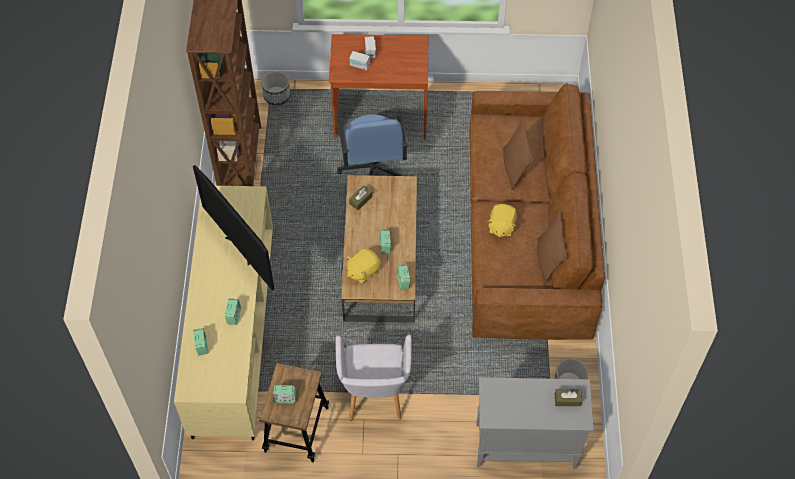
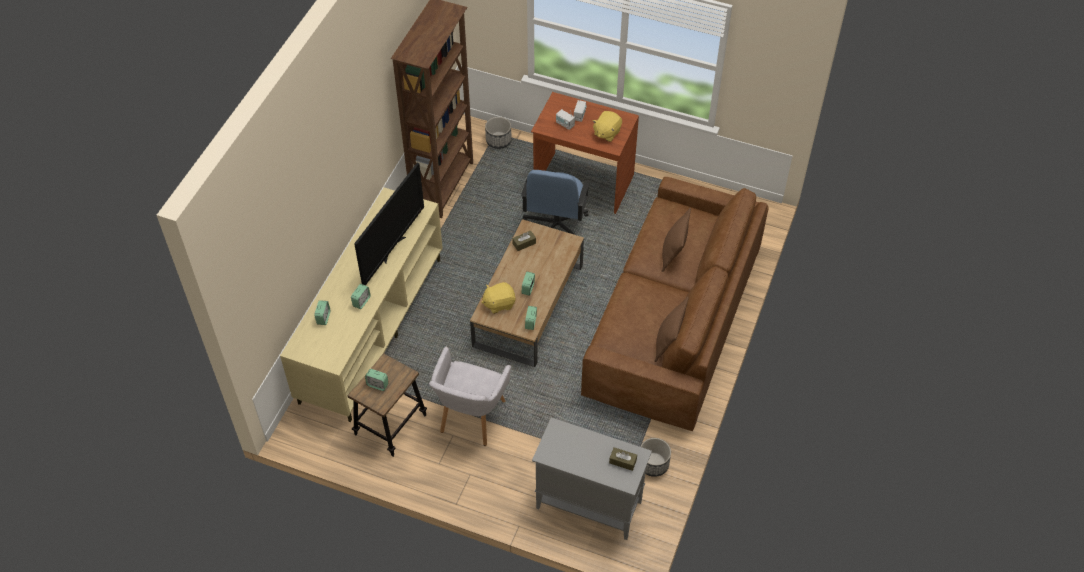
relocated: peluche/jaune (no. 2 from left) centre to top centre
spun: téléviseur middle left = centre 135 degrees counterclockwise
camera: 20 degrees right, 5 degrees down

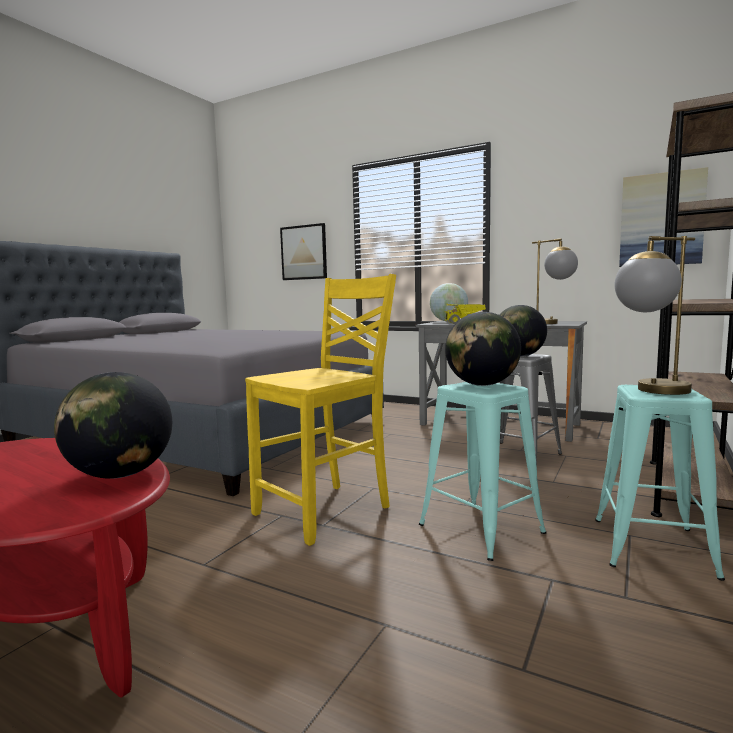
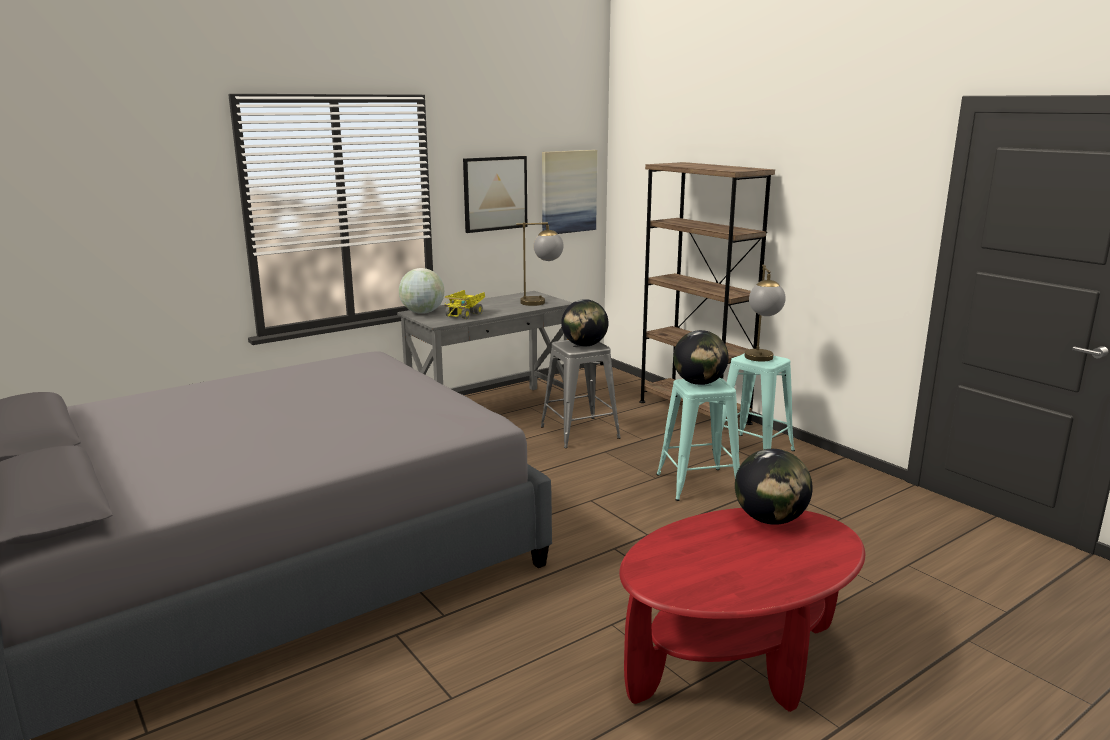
missing: chaise/jaune centre
relocated: tableau (no. 1 from left) centre to top centre
camera: 65 degrees left, 10 degrees up

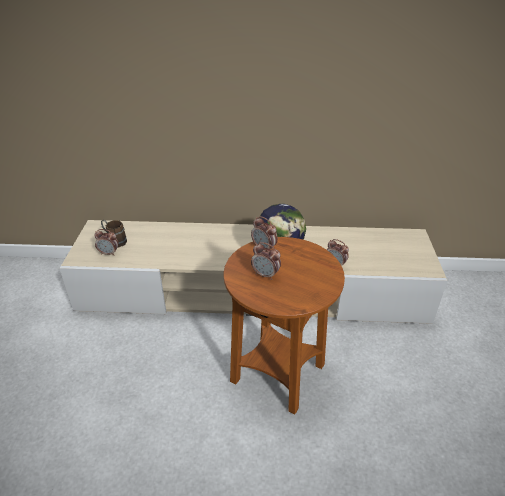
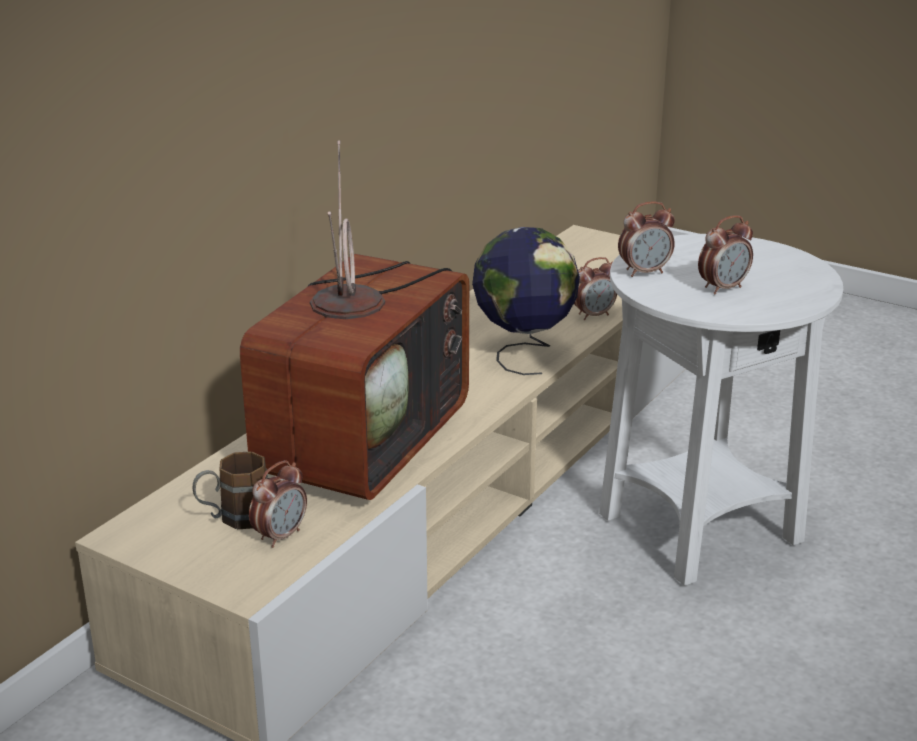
appeared: téléviseur centre
colour: table d'appoint/marron centre to table d'appoint/blanc middle right
camera: 60 degrees left, 10 degrees down

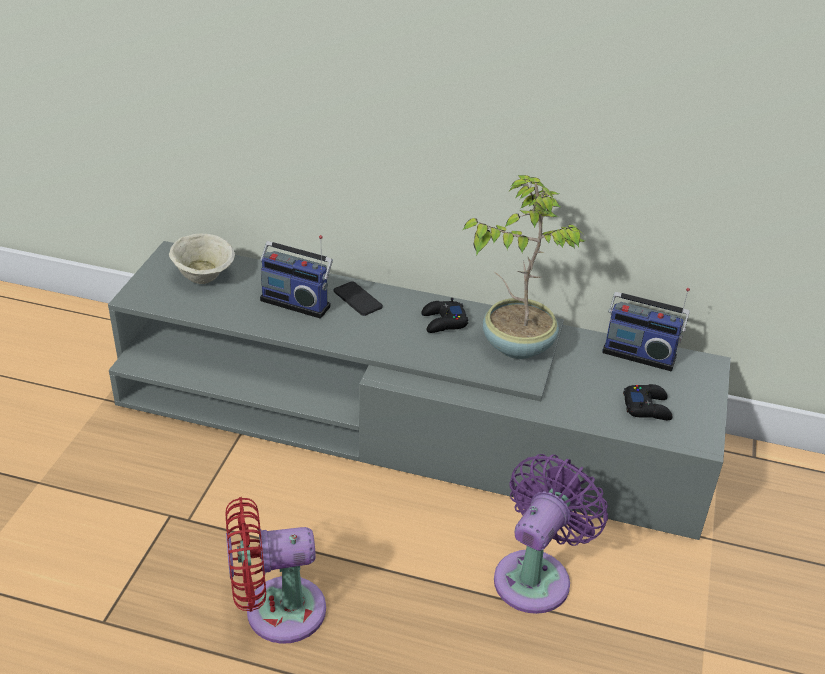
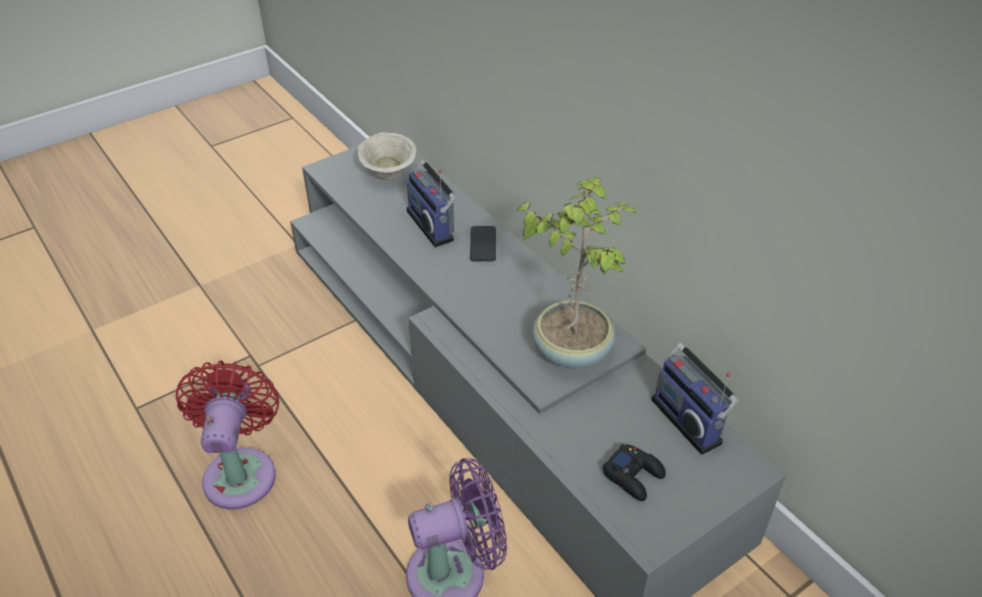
missing: manette/noir (no. 1 from left) centre
spun: ventilateur/rouge bottom centre = bottom left 60 degrees clockwise
camera: 40 degrees right, 5 degrees up

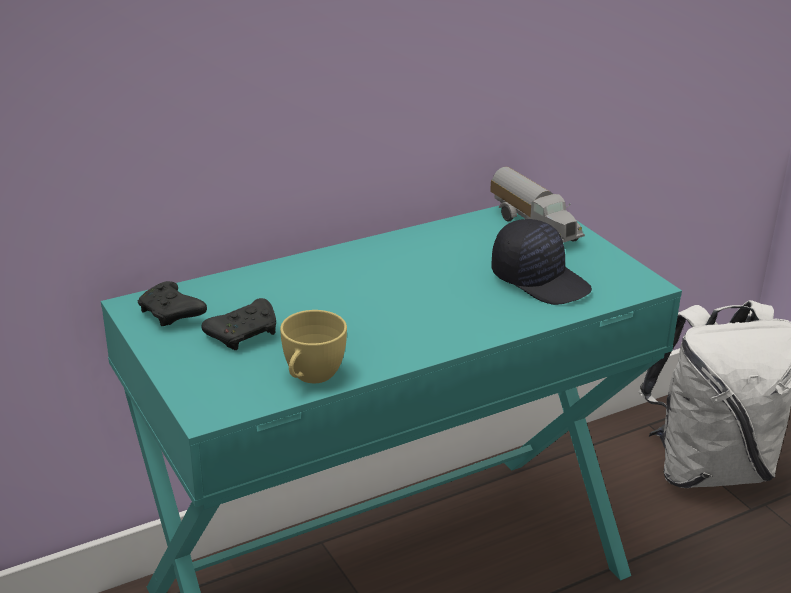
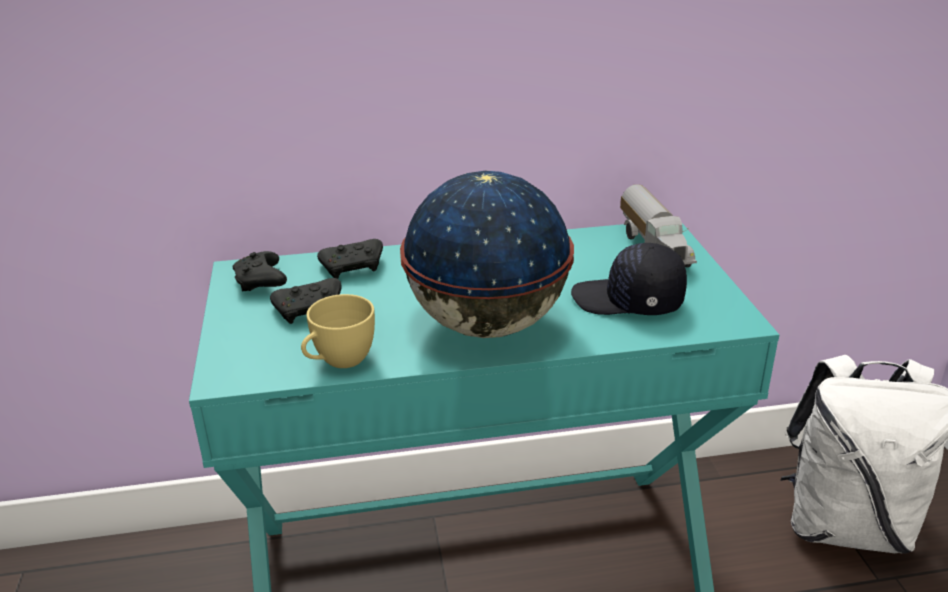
appeared: manette/noir (no. 3 from left) centre; globe centre
spun: casquette/noir middle right = centre 135 degrees clockwise
camera: 20 degrees right, 0 degrees up

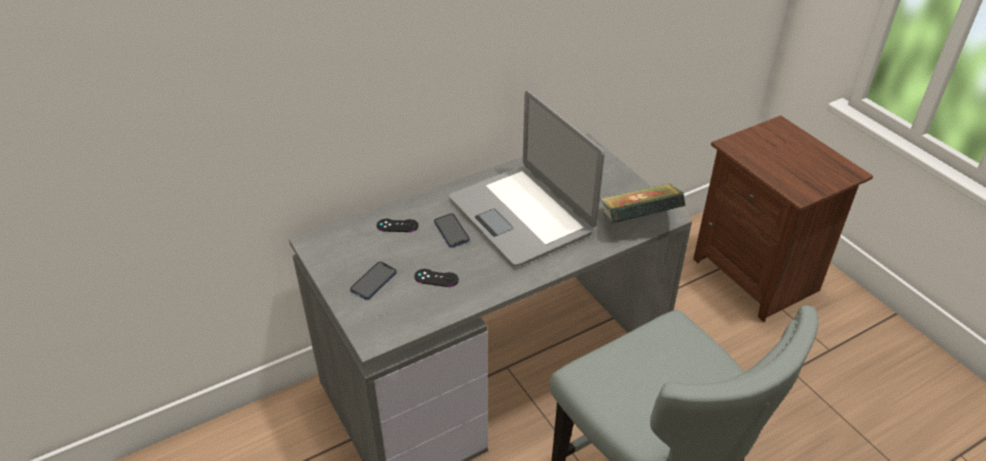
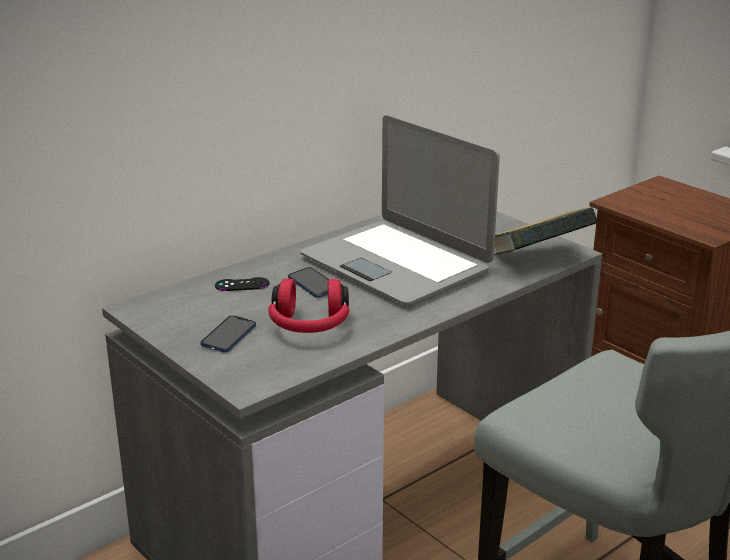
exchanged: manette/noir (no. 2 from left) centre to casque audio/rouge centre
camera: 10 degrees left, 15 degrees down

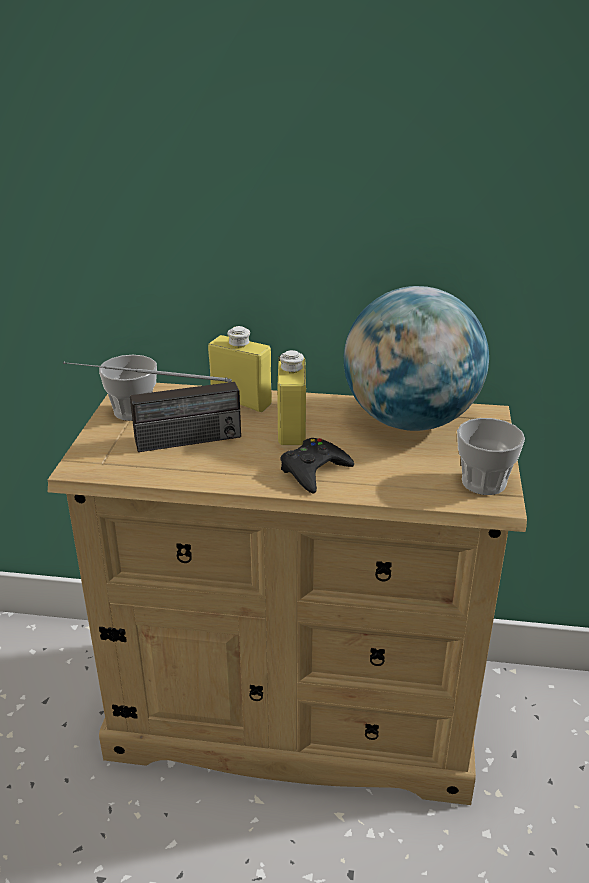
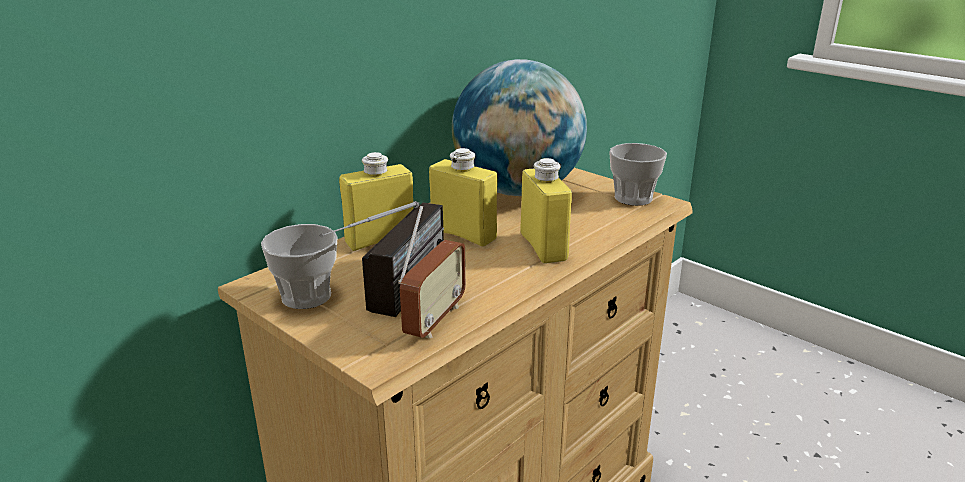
appeared: radio (no. 2 from left) centre
exchanged: manette/noir centre to bouteille/jaune (no. 3 from left) centre
camera: 55 degrees left, 5 degrees down

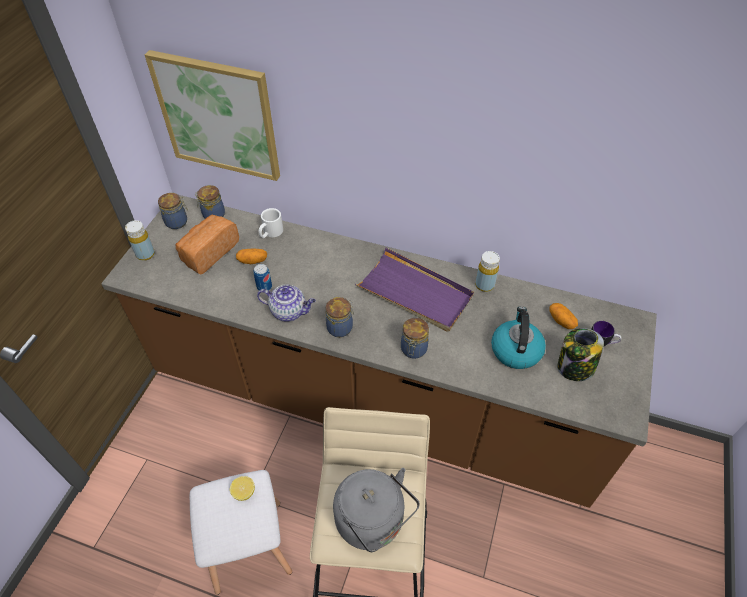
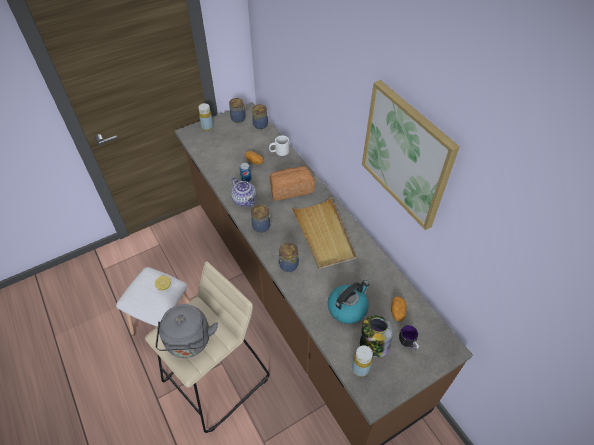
relocated: tableau top left to middle right; pain middle left to centre; bouteille/jaune (no. 2 from left) centre to bottom centre
colour: plateau/violet centre to plateau/beige centre
camera: 40 degrees right, 0 degrees up

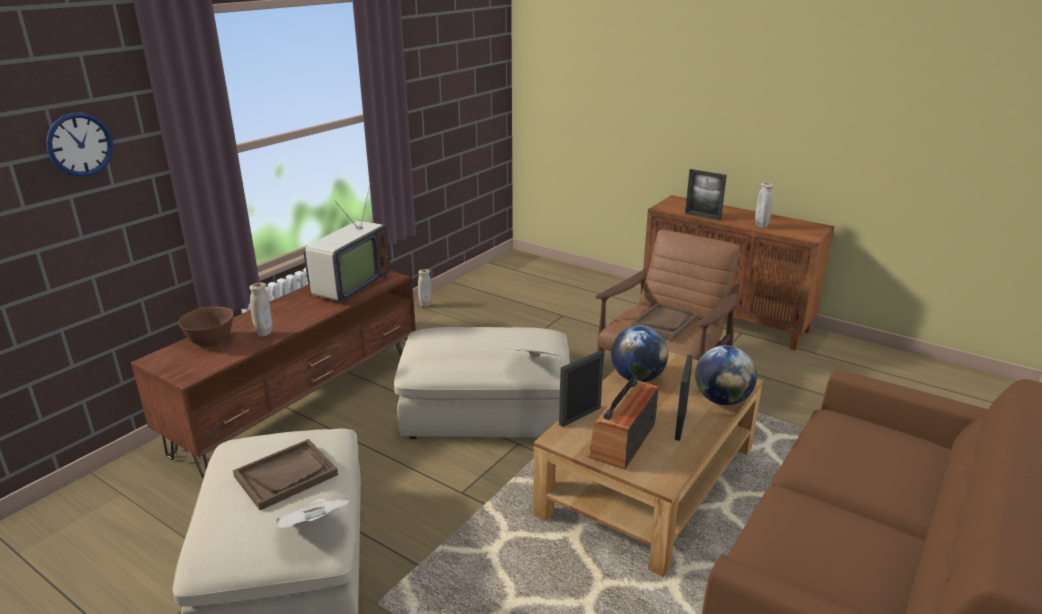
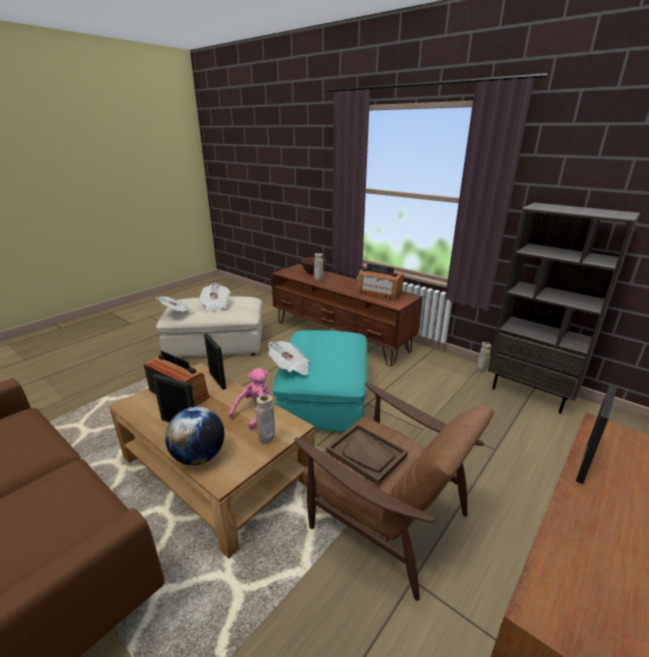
missing: horloge murale top left
appeared: bibliothèque/marron middle right
relocated: vase/beige (no. 3 from left in the first image) middle right to vase/beige (no. 1 from left) centre
exchanged: plateau/marron (no. 1 from left) bottom left to journal (no. 2 from left) middle left; téléviseur middle left to radio (no. 2 from left) centre; globe (no. 1 from left) centre to peluche/rose centre
colour: pouf/beige (no. 2 from left) centre to pouf/turquoise centre
camera: 95 degrees right, 0 degrees up

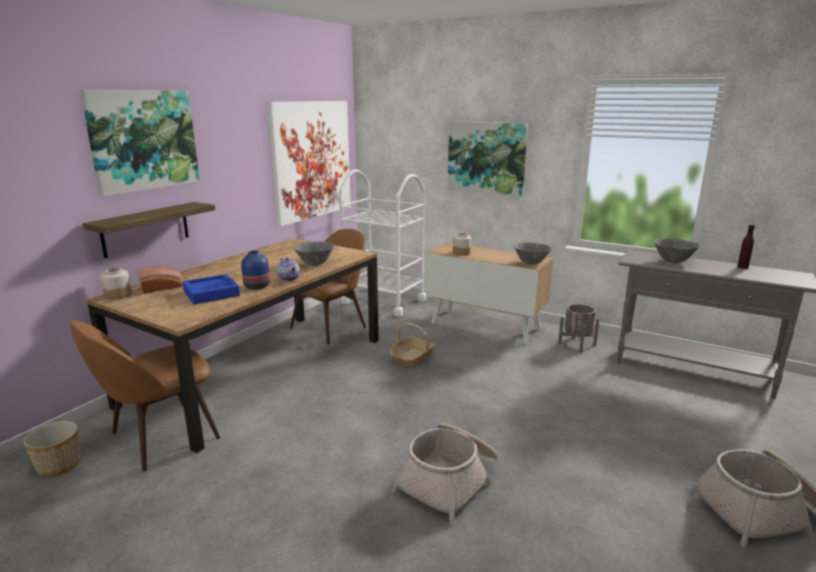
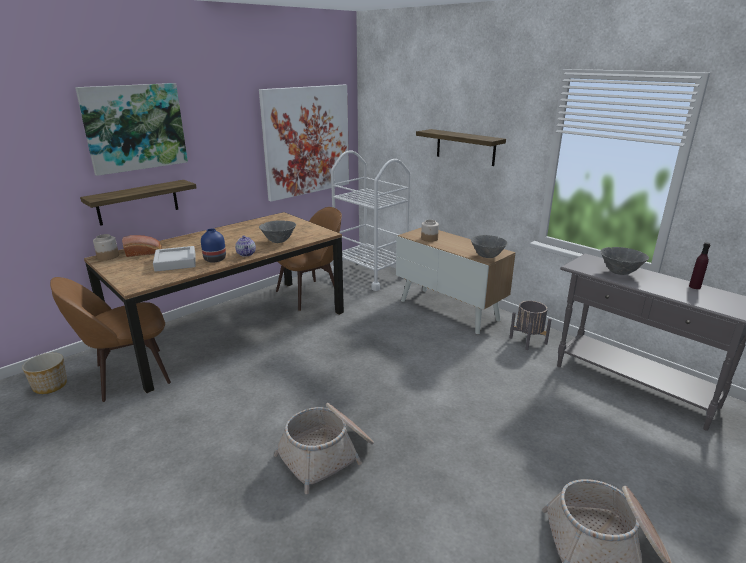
missing: panier (no. 1 from left) centre
exchanged: tableau (no. 3 from left) top centre to étagère (no. 2 from left) top centre
colour: plateau/bleu middle left to plateau/gris middle left
camera: 15 degrees right, 5 degrees up

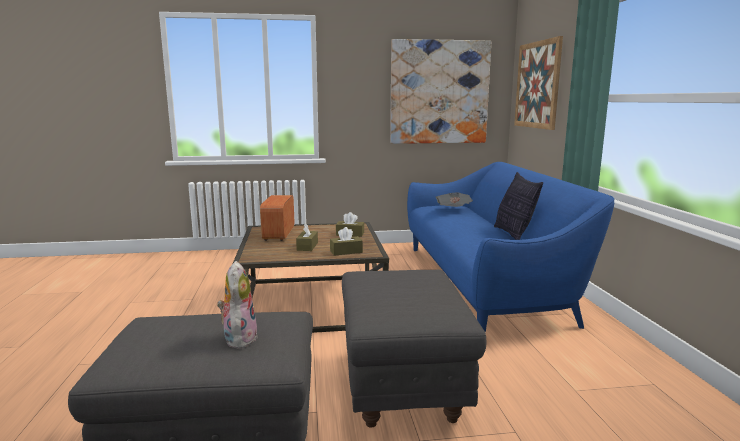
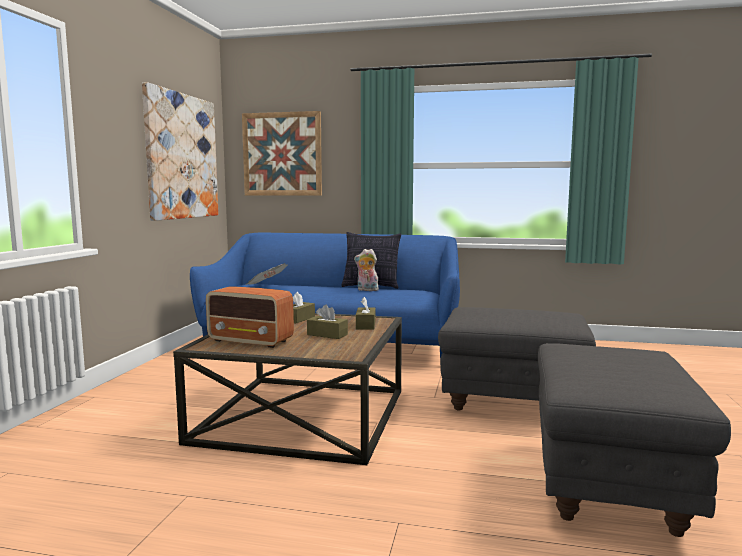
relocated: peluche bottom left to centre
camera: 70 degrees left, 5 degrees down

